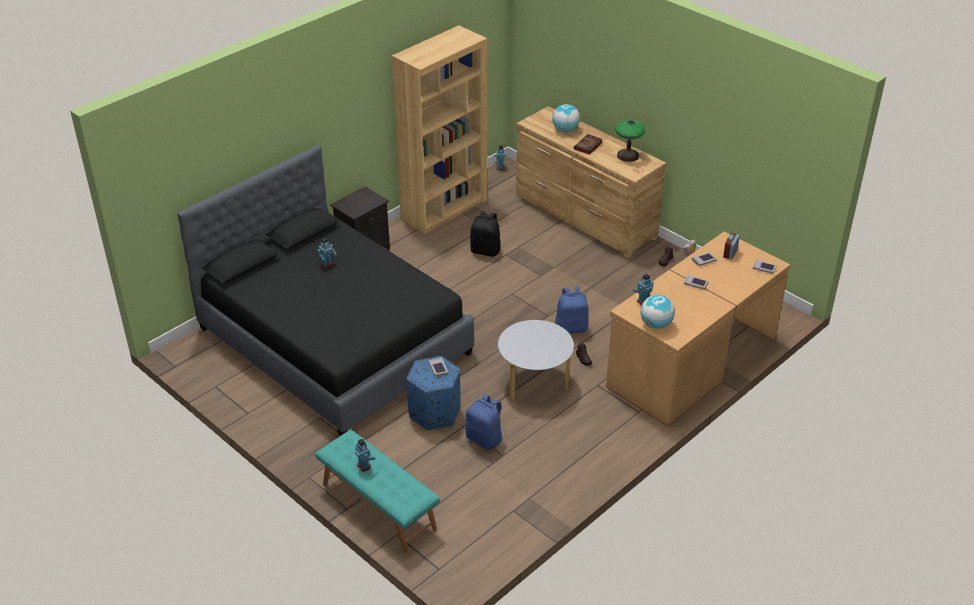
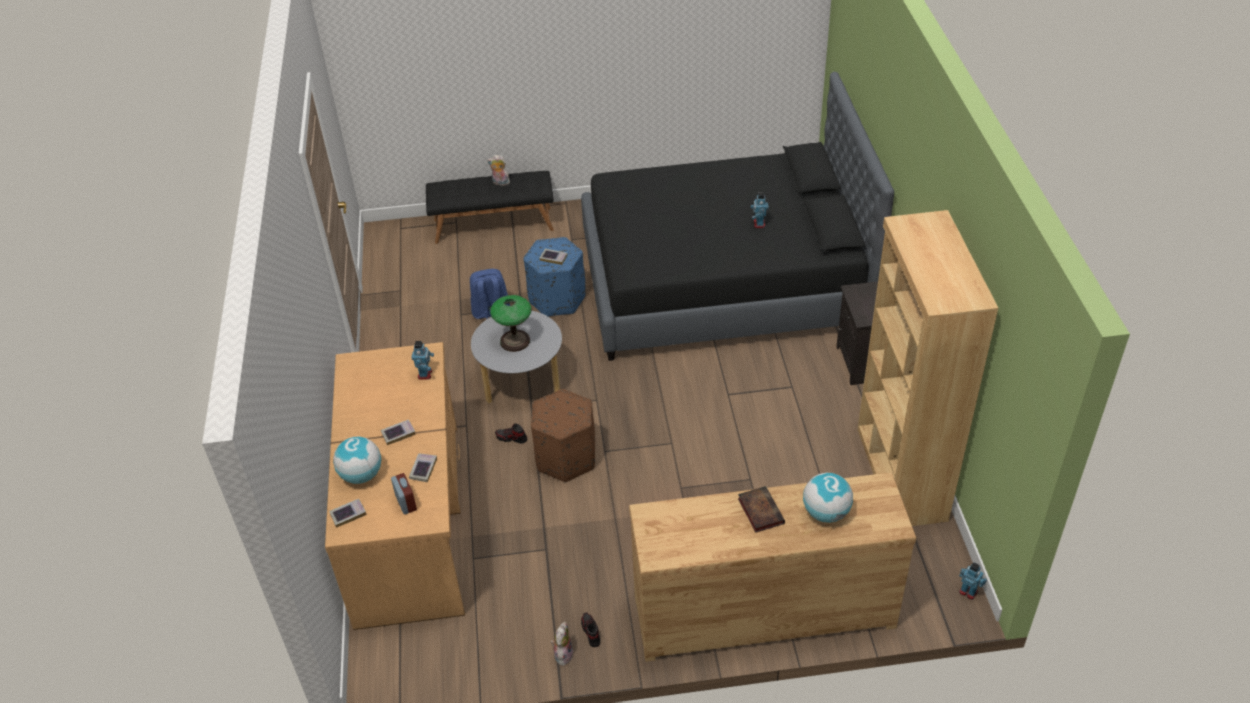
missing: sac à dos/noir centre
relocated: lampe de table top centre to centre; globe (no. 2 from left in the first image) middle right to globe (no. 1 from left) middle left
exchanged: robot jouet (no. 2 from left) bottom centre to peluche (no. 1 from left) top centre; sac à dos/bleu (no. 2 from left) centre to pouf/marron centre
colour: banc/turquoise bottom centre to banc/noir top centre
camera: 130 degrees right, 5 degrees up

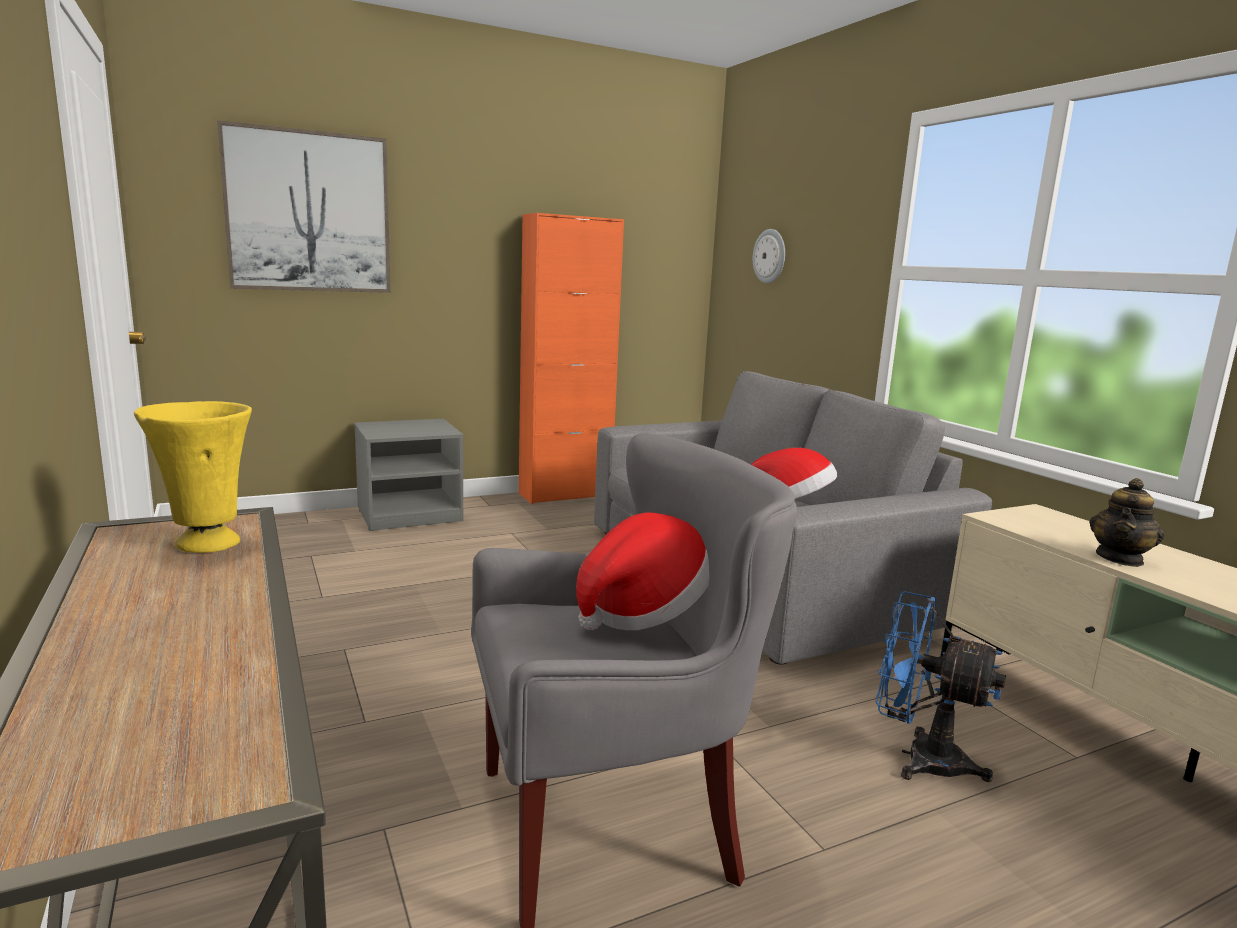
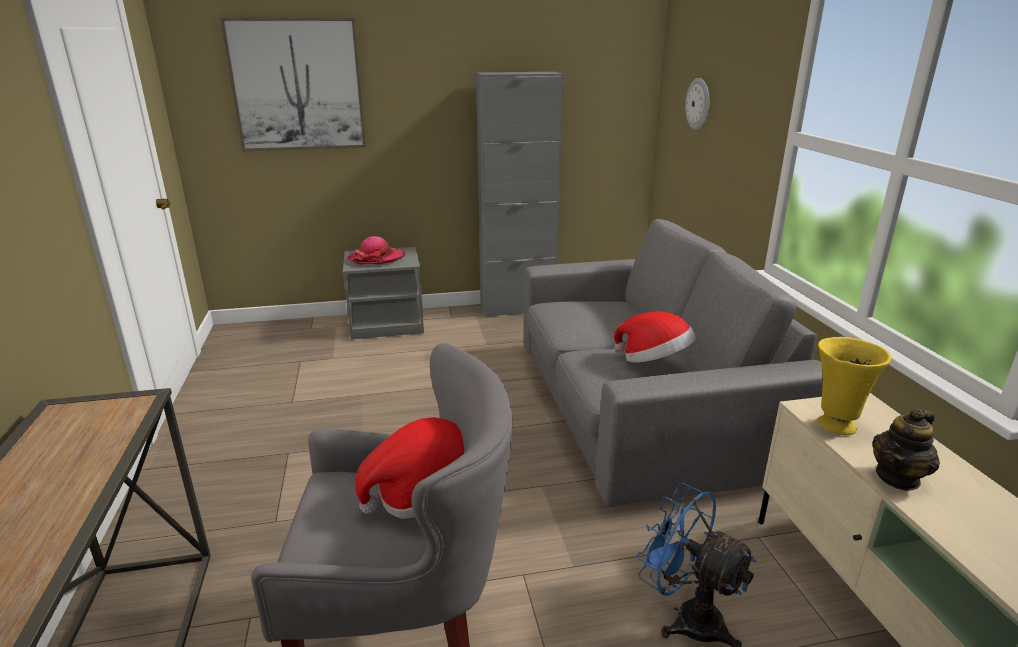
appeared: chapeau (no. 1 from left) centre
relocated: vase/jaune middle left to middle right
colour: meuble de rangement/orange centre to meuble de rangement/gris top centre
camera: 15 degrees right, 10 degrees up

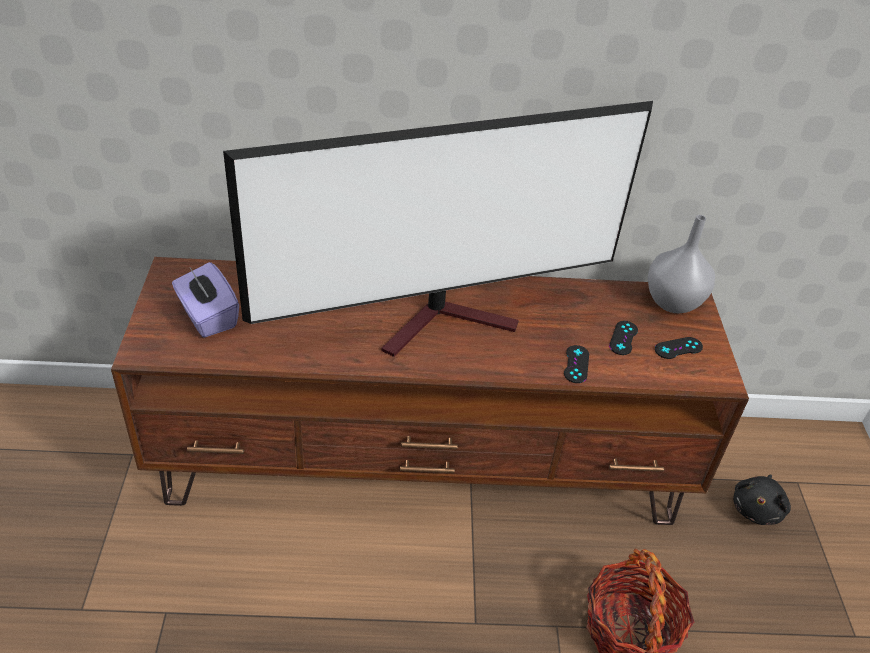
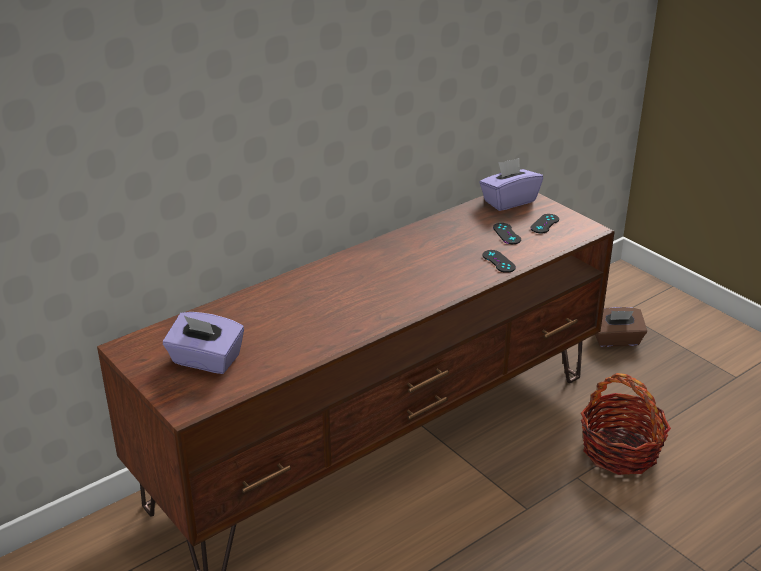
missing: téléviseur centre
exchanged: vase/gris middle right to boîte à mouchoirs/violet (no. 2 from left) top right; peluche/noir bottom right to boîte à mouchoirs/marron middle right
camera: 35 degrees left, 10 degrees down

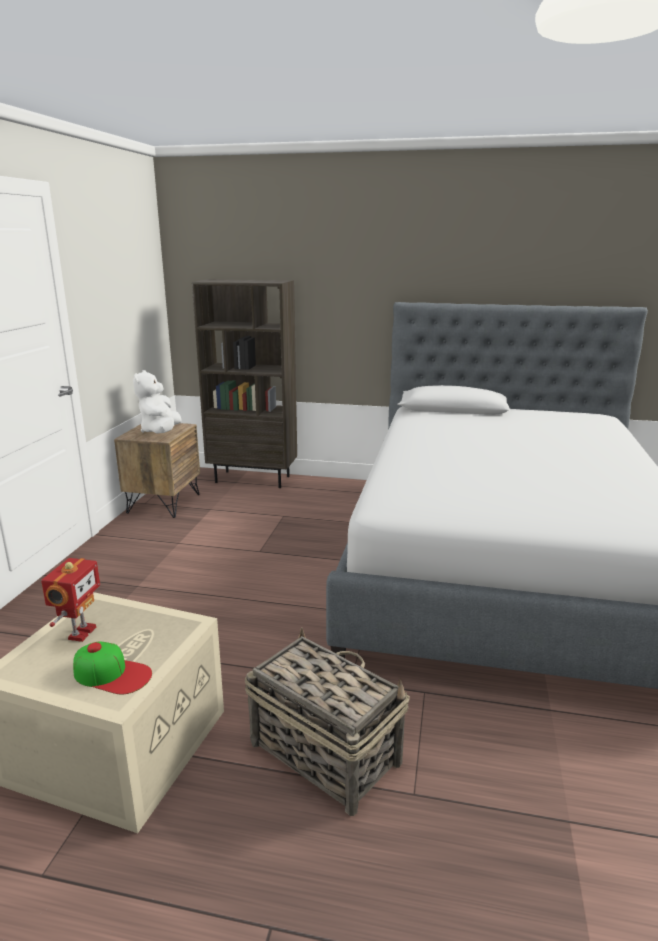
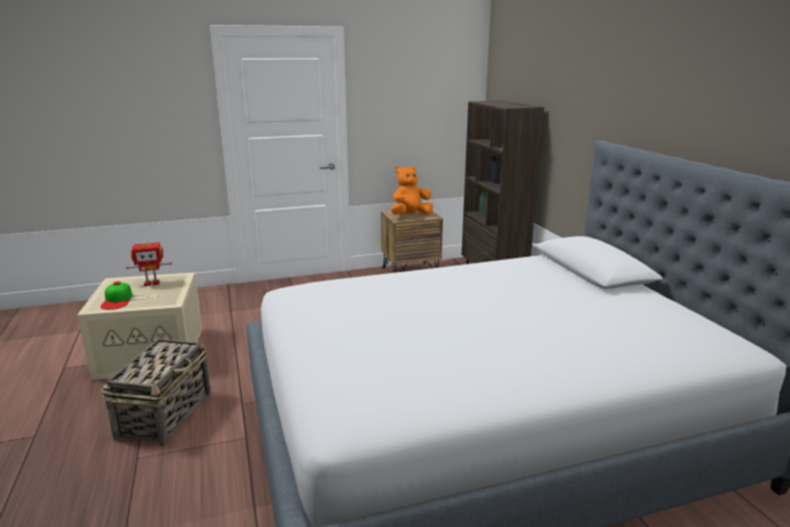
colour: peluche/blanc middle left to peluche/orange centre
camera: 60 degrees right, 0 degrees up

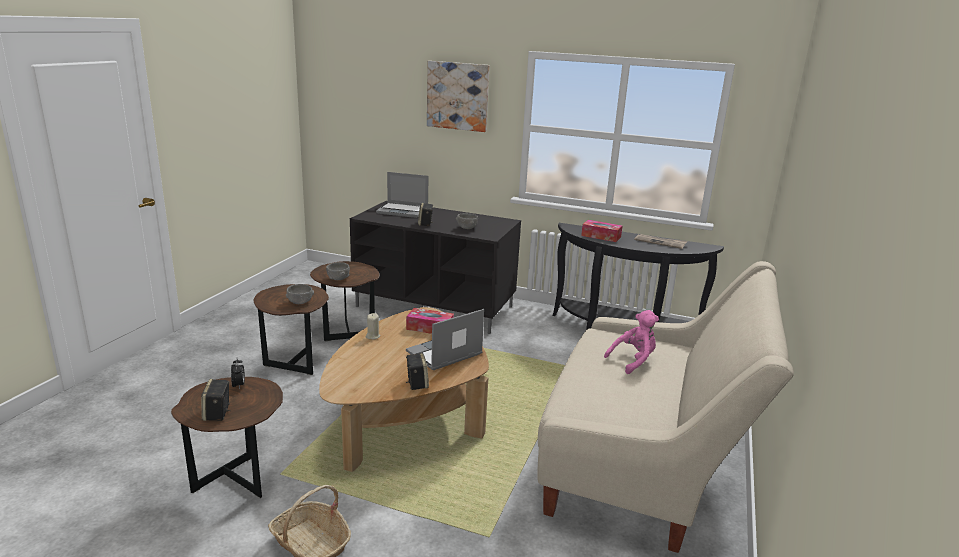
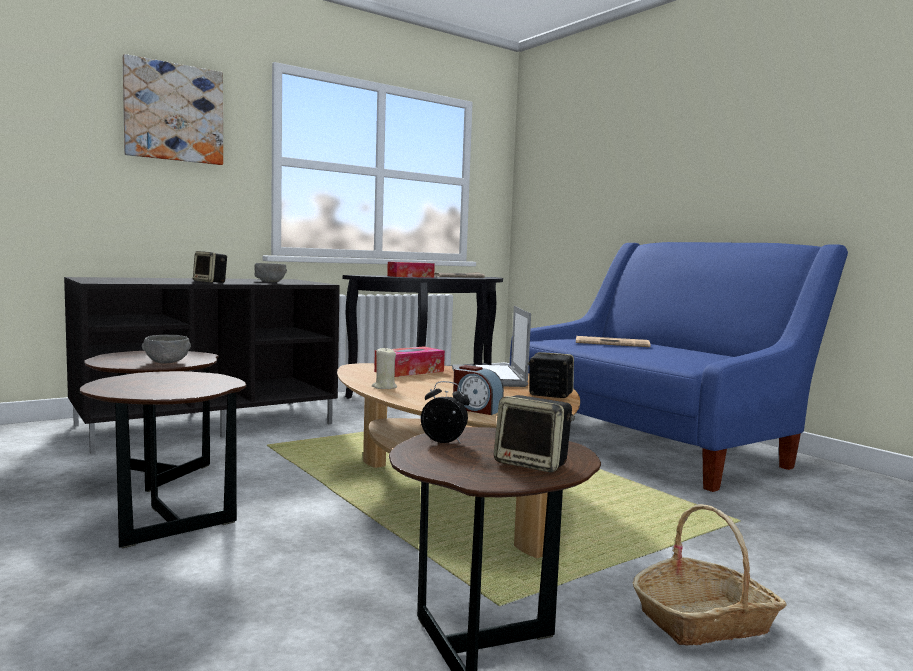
missing: bol/gris (no. 1 from left) middle left; ordinateur portable (no. 1 from left) centre
appeared: réveil (no. 2 from left) centre
exchanged: peluche/rose centre to journal (no. 2 from left) middle right
colour: canapé/beige bottom right to canapé/bleu middle right
camera: 55 degrees left, 15 degrees down

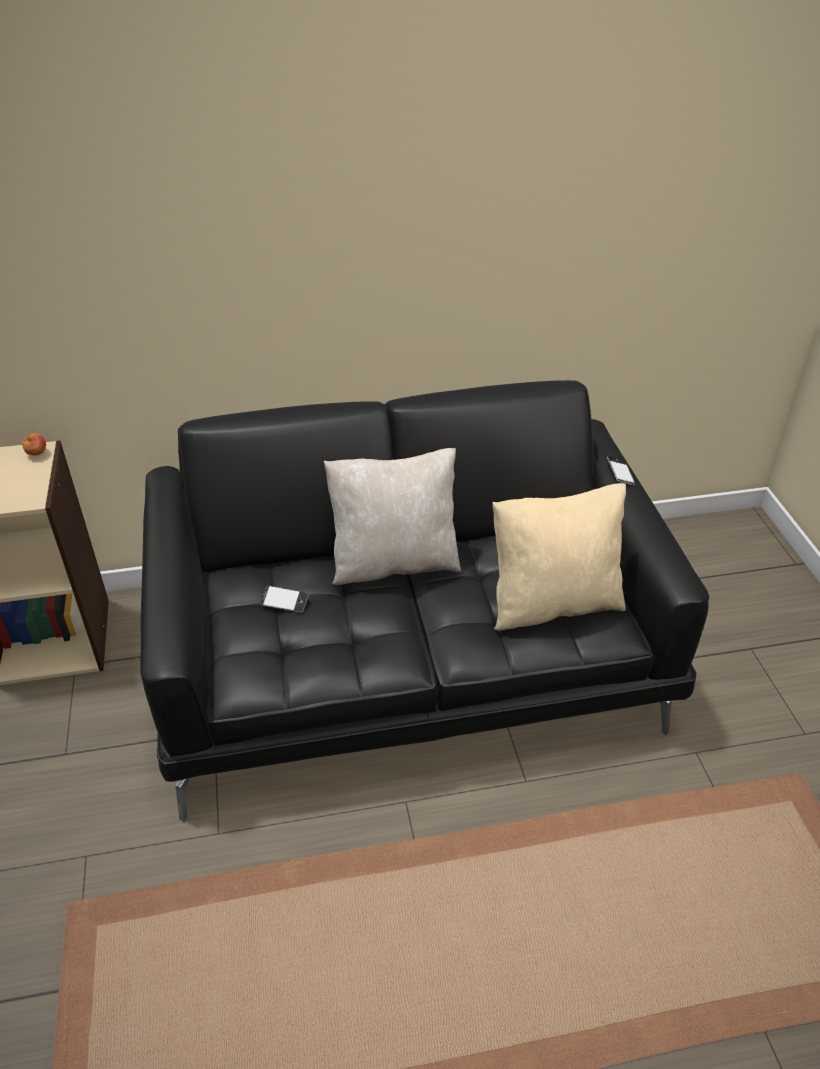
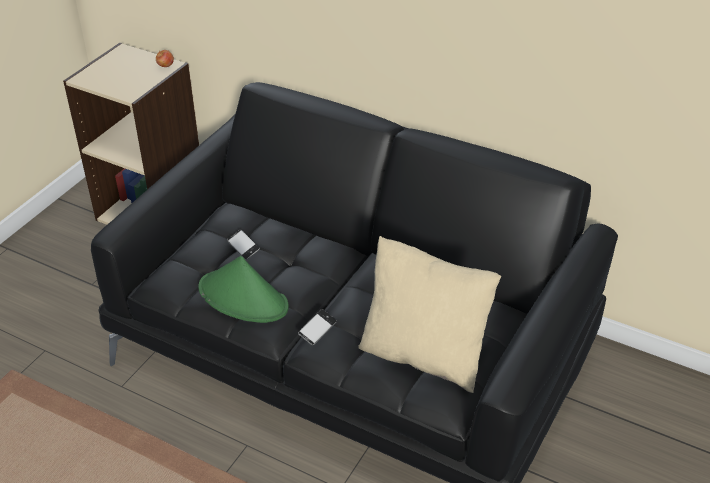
missing: coussin/beige (no. 1 from left) centre
appeared: chapeau/vert centre
relocated: téléphone (no. 2 from left) middle right to bottom centre
camera: 40 degrees right, 0 degrees up

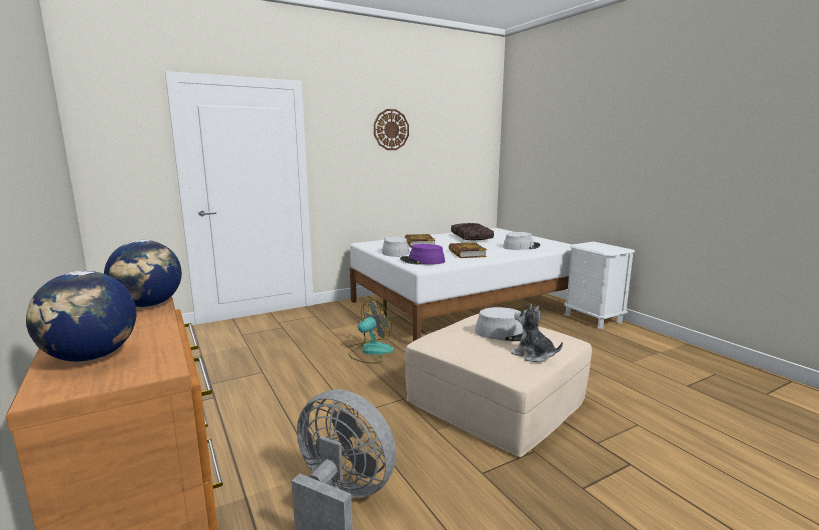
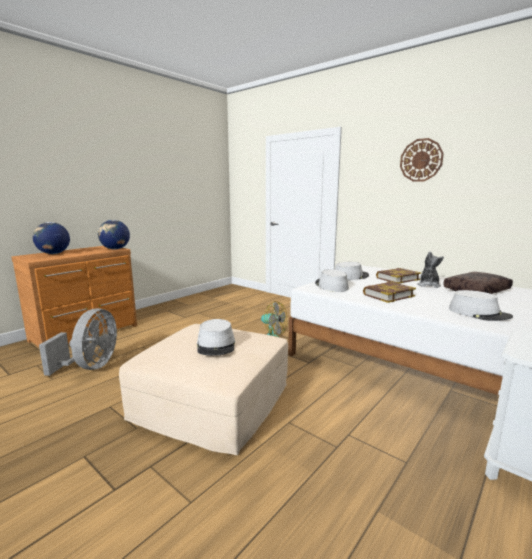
relocated: peluche centre to middle right
colour: chapeau/violet centre to chapeau/gris (no. 2 from left) centre
camera: 70 degrees right, 0 degrees up

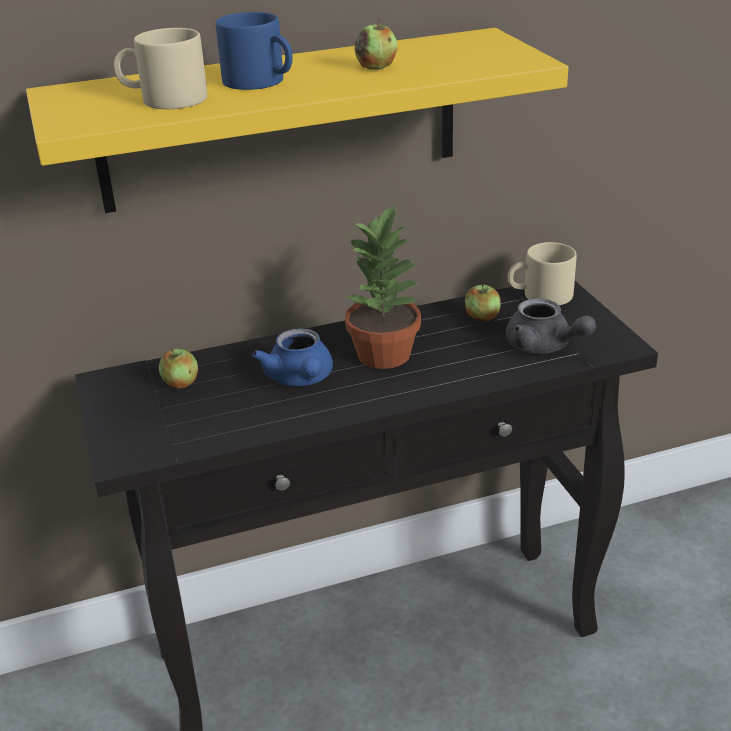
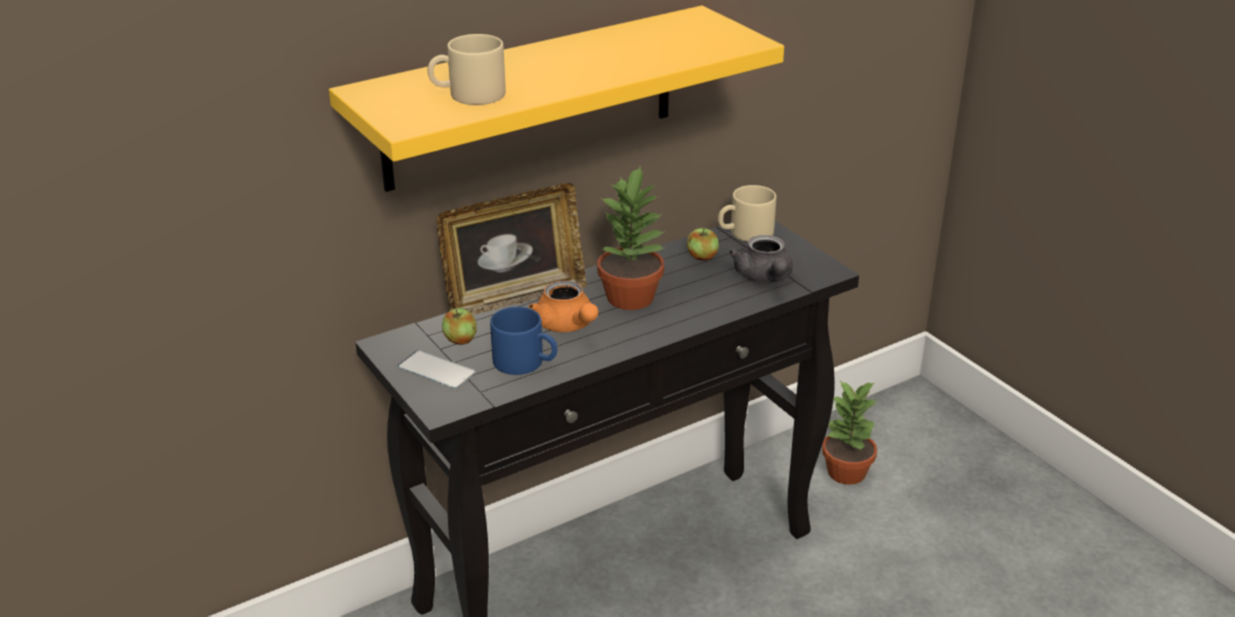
missing: pomme (no. 2 from left) top centre
appeared: téléphone centre; cadre photo centre; plante en pot (no. 2 from left) bottom right
relocated: mug/bleu top centre to centre
colour: théière/bleu centre to théière/orange centre
spun: théière/gris middle right = centre 45 degrees clockwise
camera: 15 degrees left, 0 degrees up

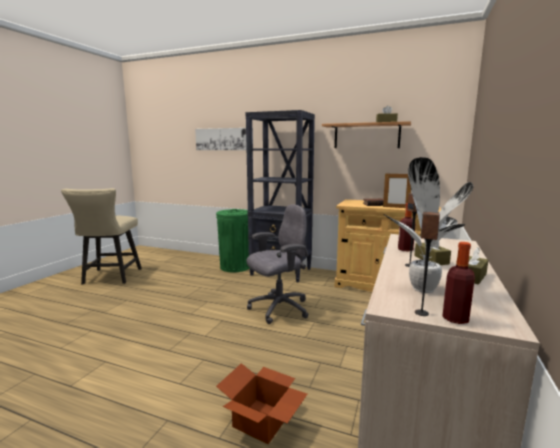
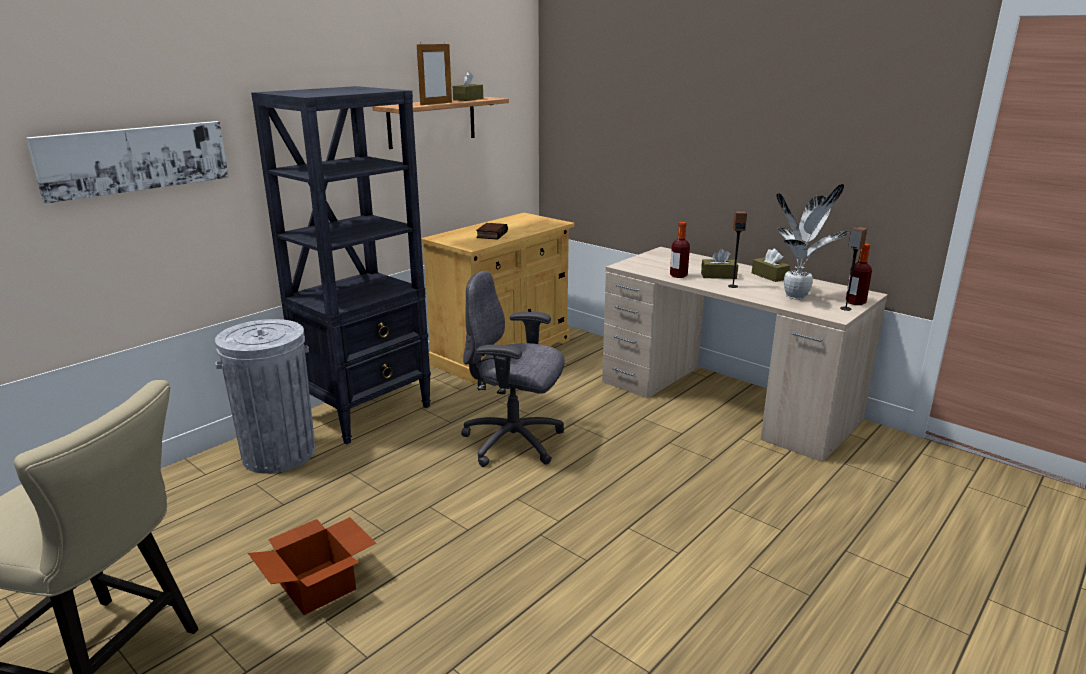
relocated: carton bottom centre to bottom left; cadre photo middle right to top centre
colour: poubelle/vert centre to poubelle/gris middle left
spun: chaise de bureau/gris centre = centre 60 degrees counterclockwise
camera: 70 degrees left, 10 degrees up

